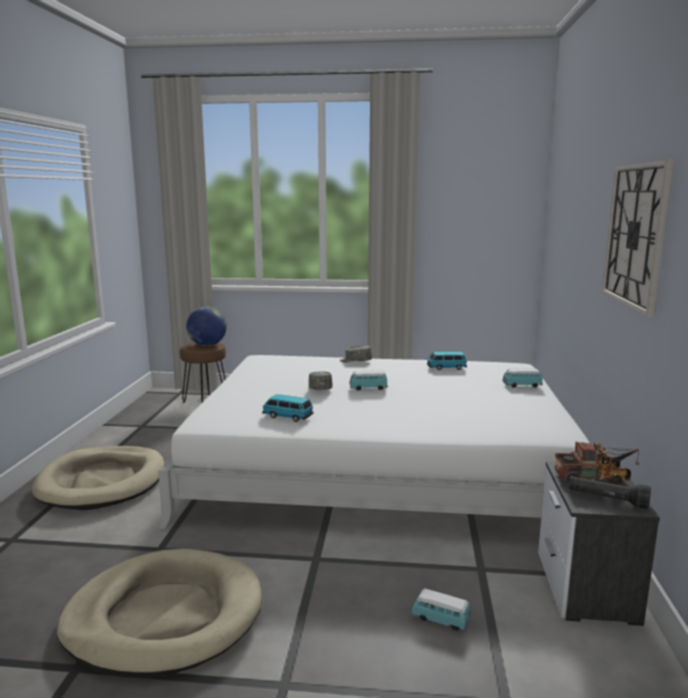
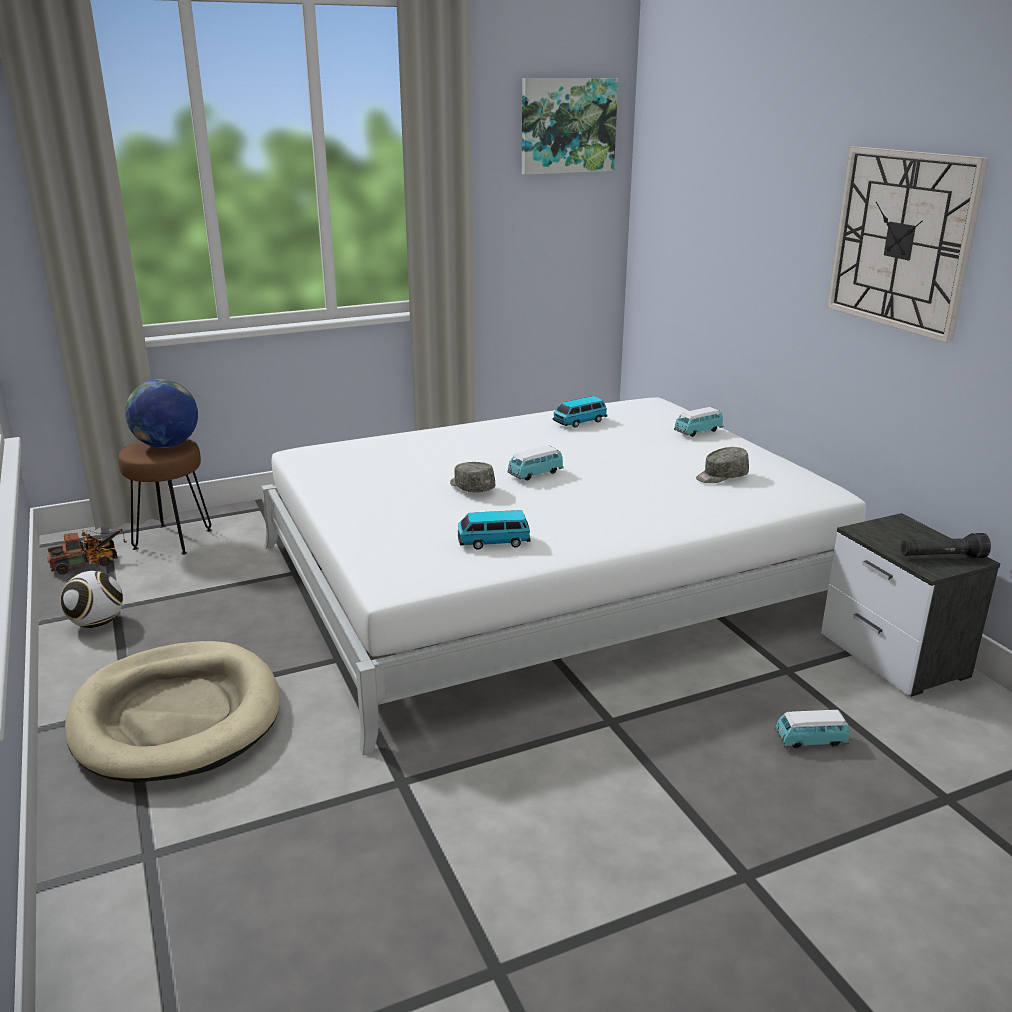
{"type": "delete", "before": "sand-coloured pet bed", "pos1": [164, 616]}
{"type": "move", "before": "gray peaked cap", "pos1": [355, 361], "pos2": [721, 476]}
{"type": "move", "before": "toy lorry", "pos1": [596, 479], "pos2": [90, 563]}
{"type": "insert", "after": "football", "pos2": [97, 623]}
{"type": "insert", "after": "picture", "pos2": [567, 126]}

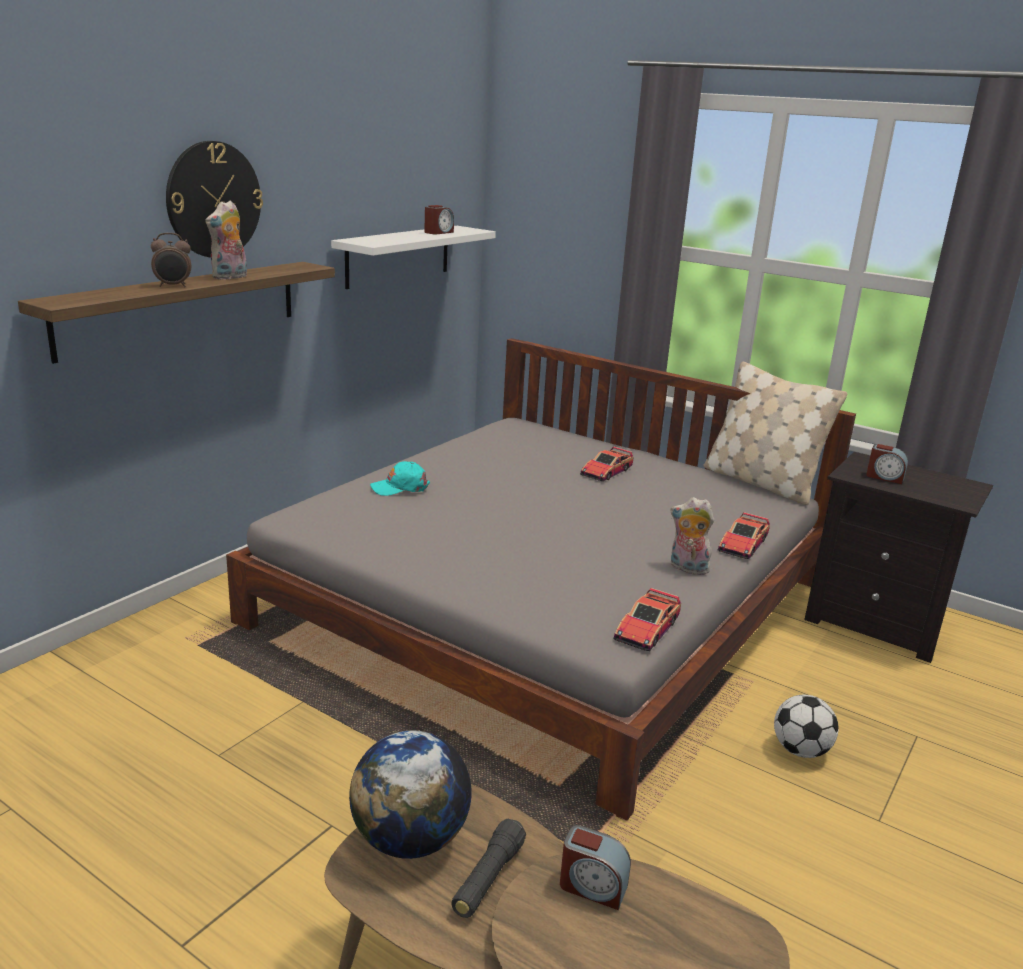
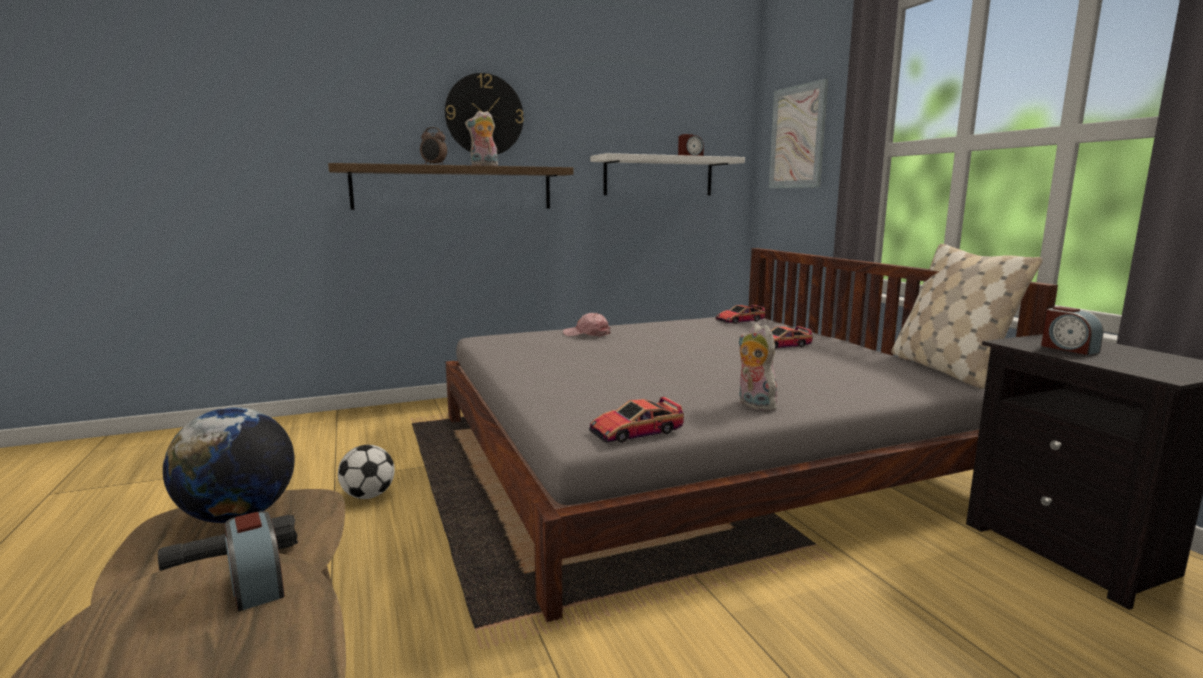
{"type": "recolor", "before": "turquoise peaked cap", "after": "pink-coloured peaked cap", "pos1": [400, 487], "pos2": [587, 334]}
{"type": "move", "before": "toy car", "pos1": [742, 544], "pos2": [739, 321]}
{"type": "move", "before": "football", "pos1": [800, 750], "pos2": [368, 496]}
{"type": "insert", "after": "picture", "pos2": [797, 137]}

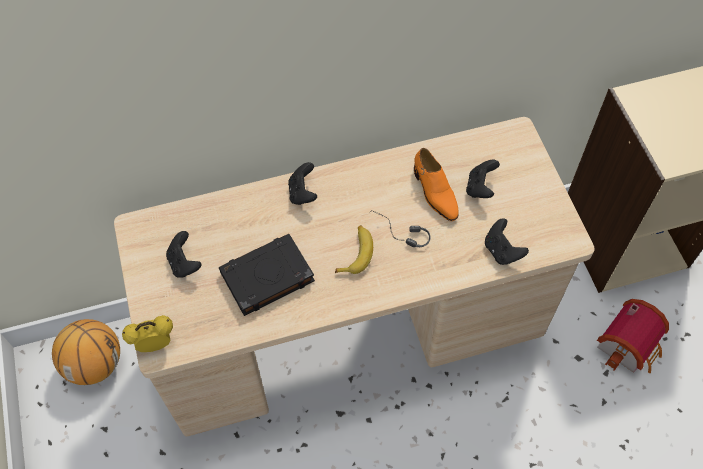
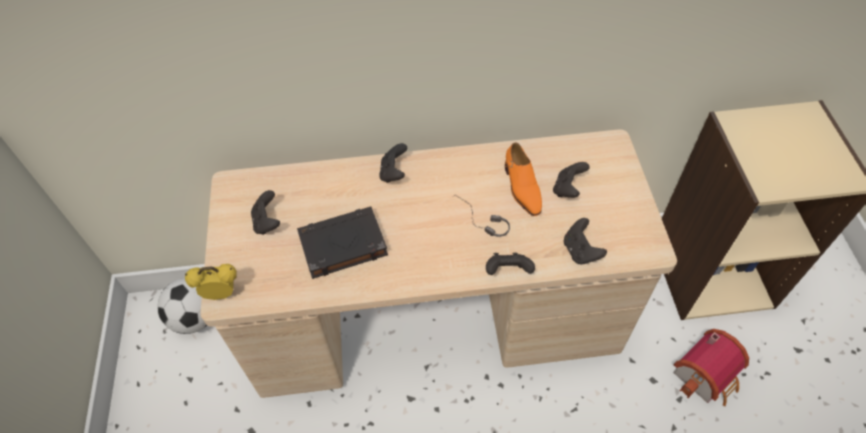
{"type": "replace", "before": "ball for basketball", "after": "football", "pos1": [95, 363], "pos2": [195, 318]}
{"type": "delete", "before": "banana", "pos1": [356, 253]}
{"type": "insert", "after": "black game controller", "pos2": [507, 271]}

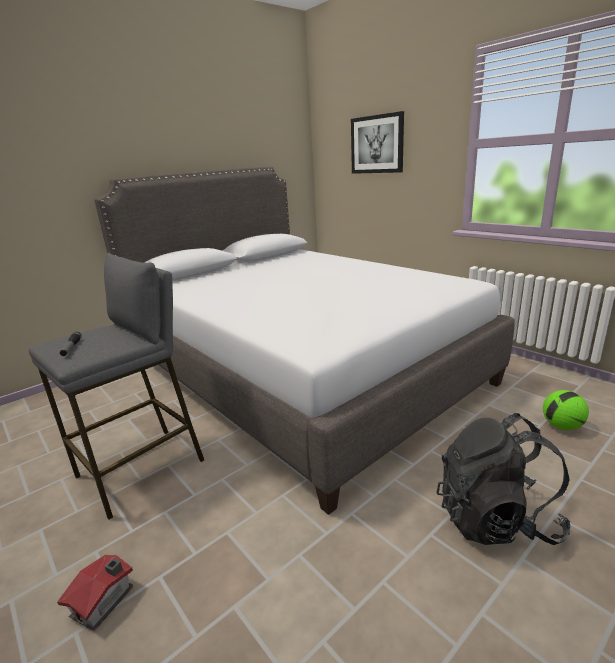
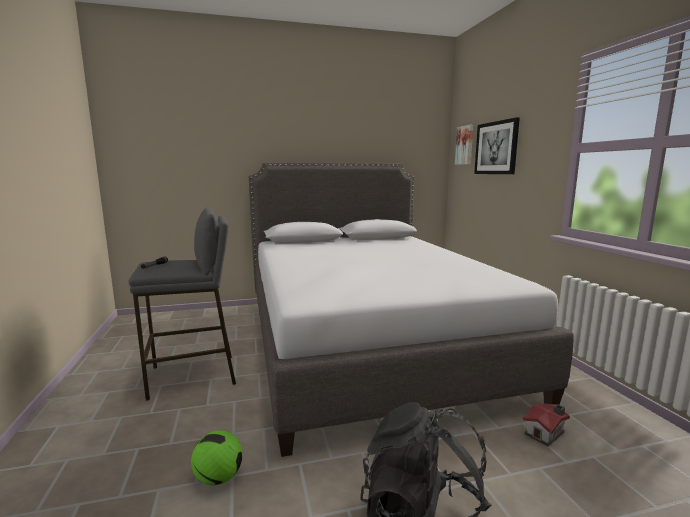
{"type": "move", "before": "toy house", "pos1": [105, 601], "pos2": [546, 433]}
{"type": "move", "before": "football", "pos1": [561, 426], "pos2": [218, 478]}
{"type": "insert", "after": "picture", "pos2": [465, 145]}

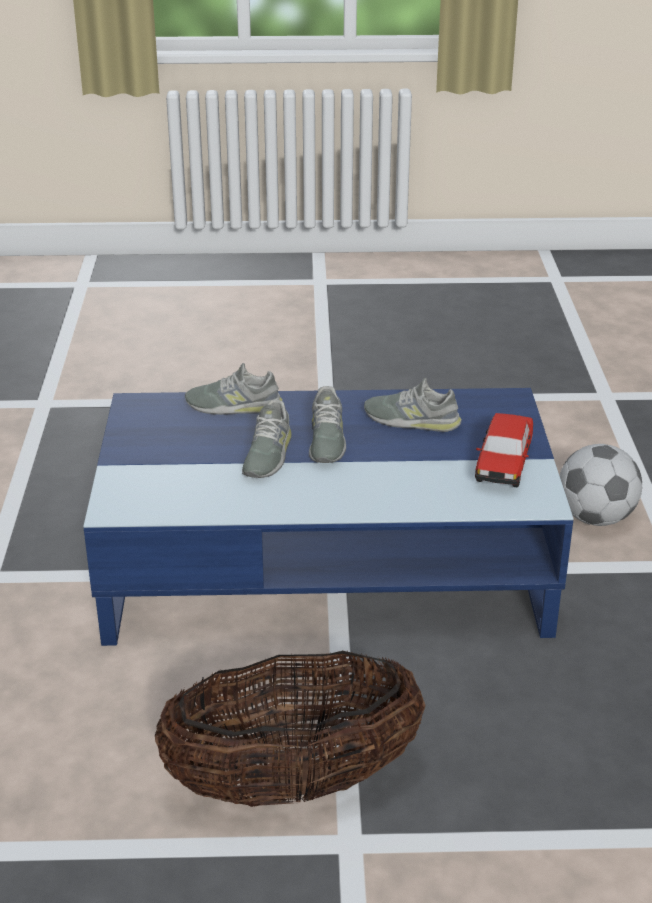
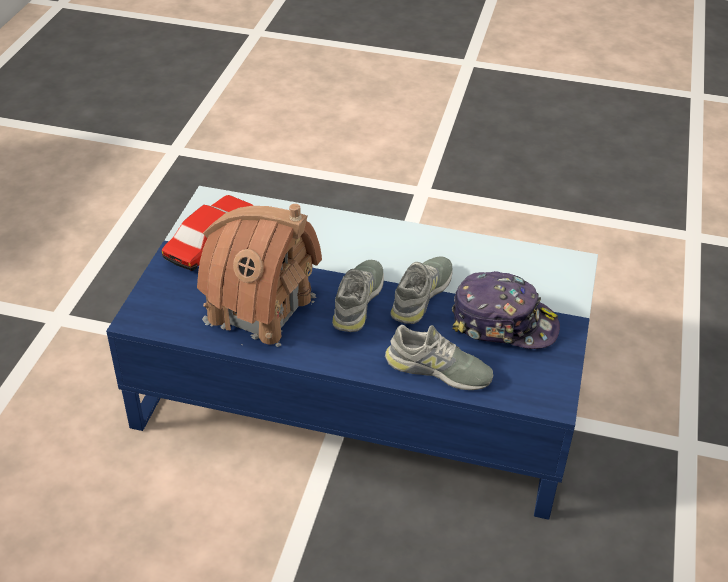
{"type": "delete", "before": "household basket", "pos1": [293, 784]}
{"type": "replace", "before": "gray item of footwear", "after": "toy house", "pos1": [412, 420], "pos2": [261, 309]}
{"type": "delete", "before": "football", "pos1": [595, 518]}
{"type": "insert", "after": "peaked cap", "pos2": [504, 323]}

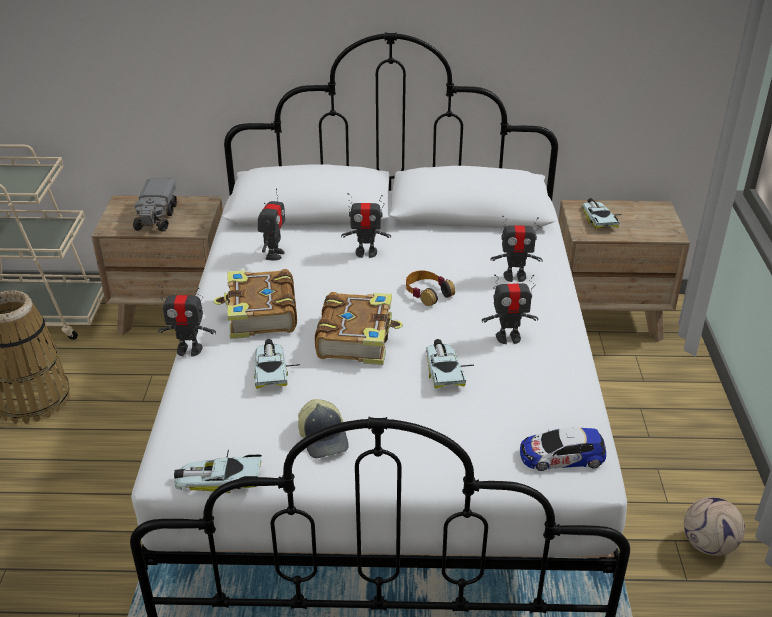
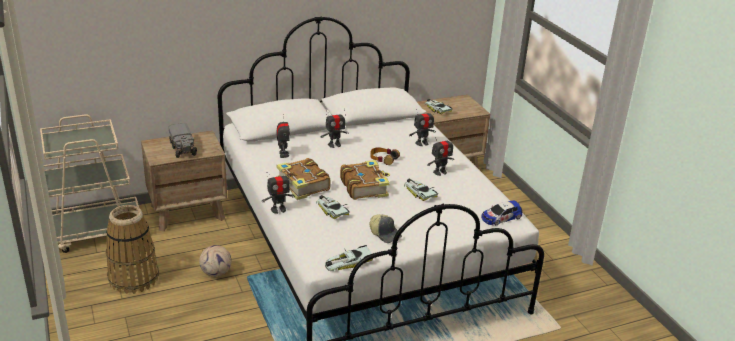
{"type": "move", "before": "football", "pos1": [709, 545], "pos2": [216, 273]}

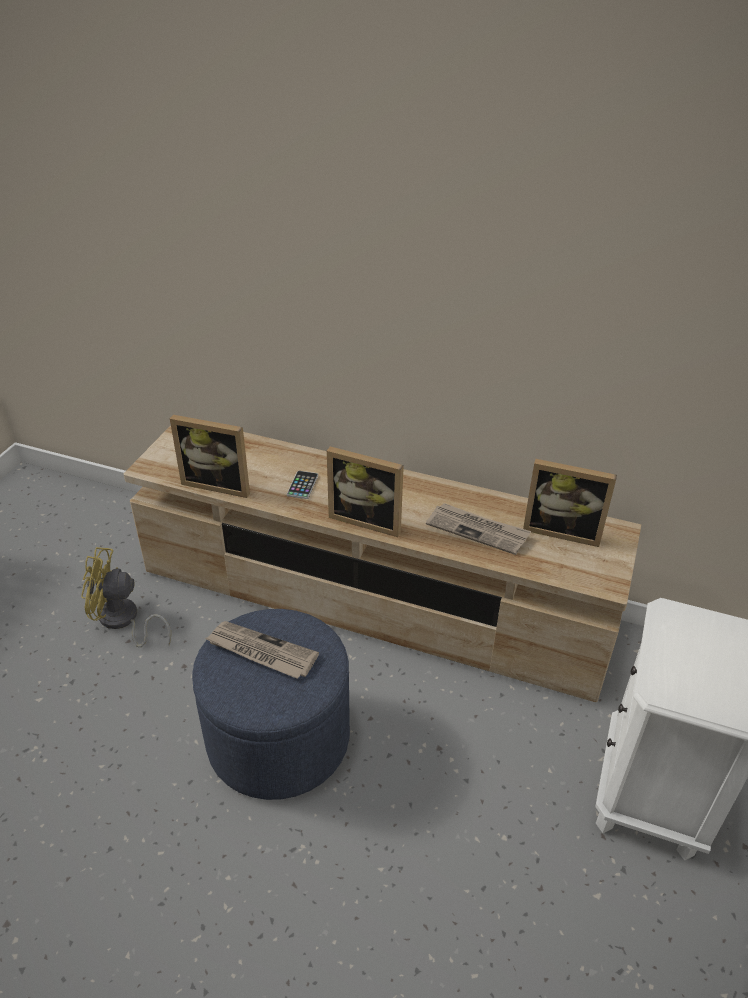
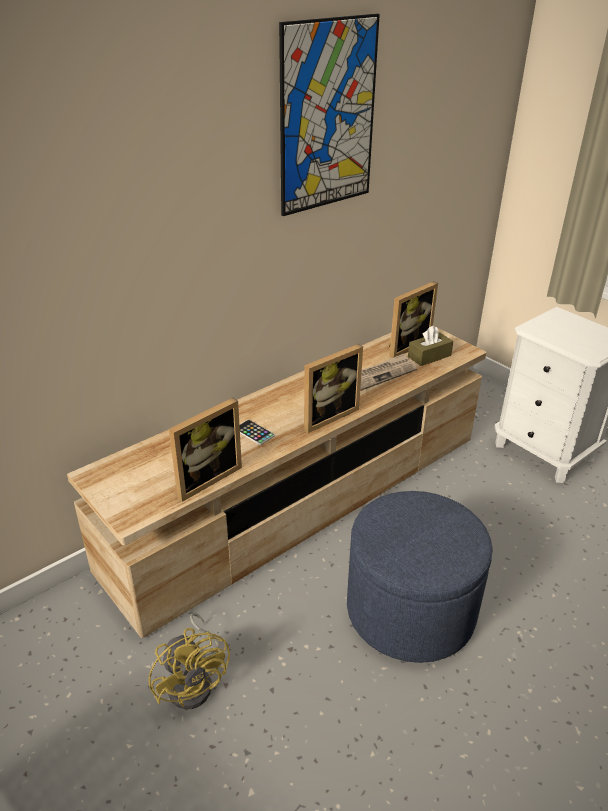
{"type": "rotate", "before": "yellowish electric fan", "pos1": [123, 621], "pos2": [195, 681], "turn": -60}
{"type": "delete", "before": "newspaper", "pos1": [261, 652]}
{"type": "insert", "after": "picture", "pos2": [327, 117]}
{"type": "insert", "after": "brownish tissue box", "pos2": [429, 356]}

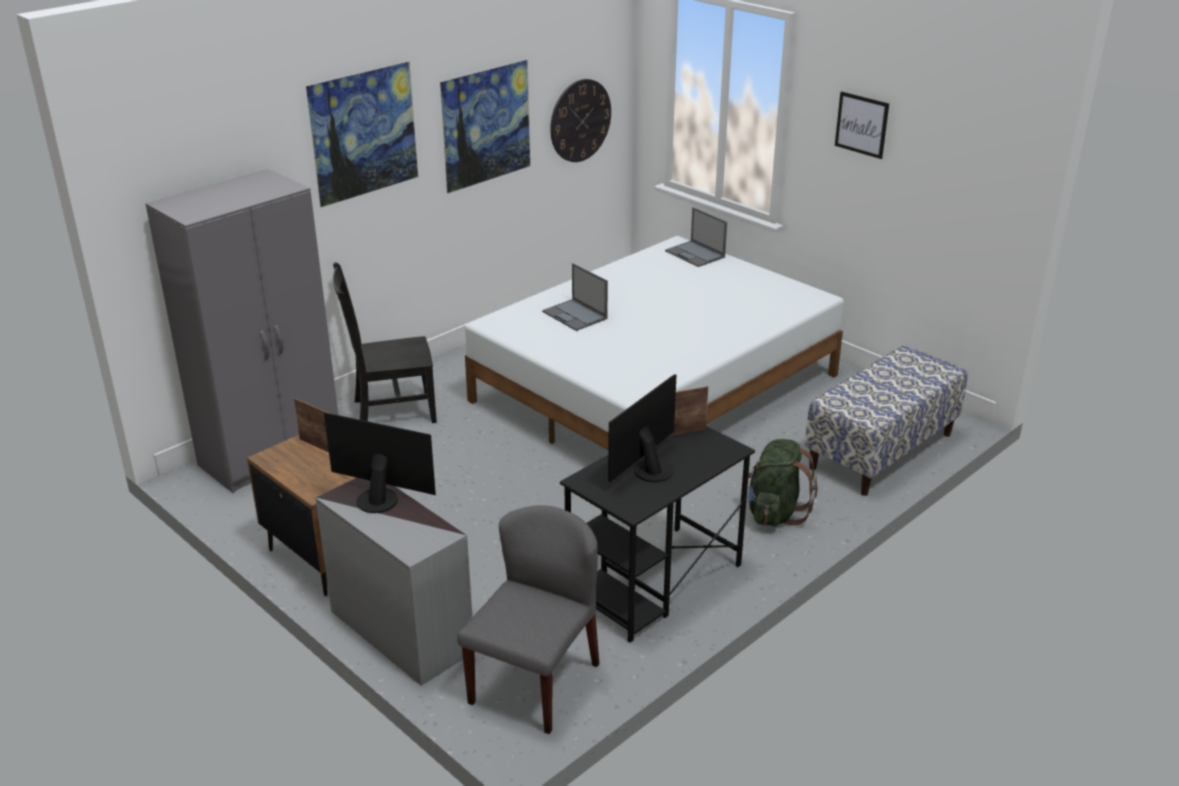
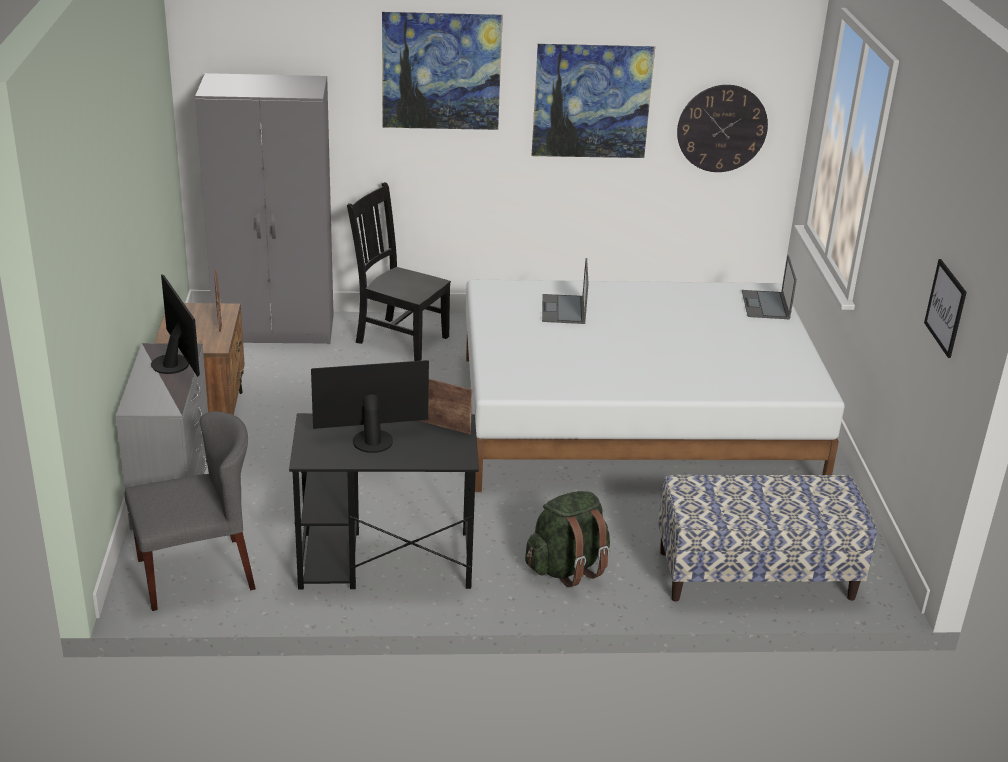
{"type": "move", "before": "picture", "pos1": [861, 124], "pos2": [945, 308]}

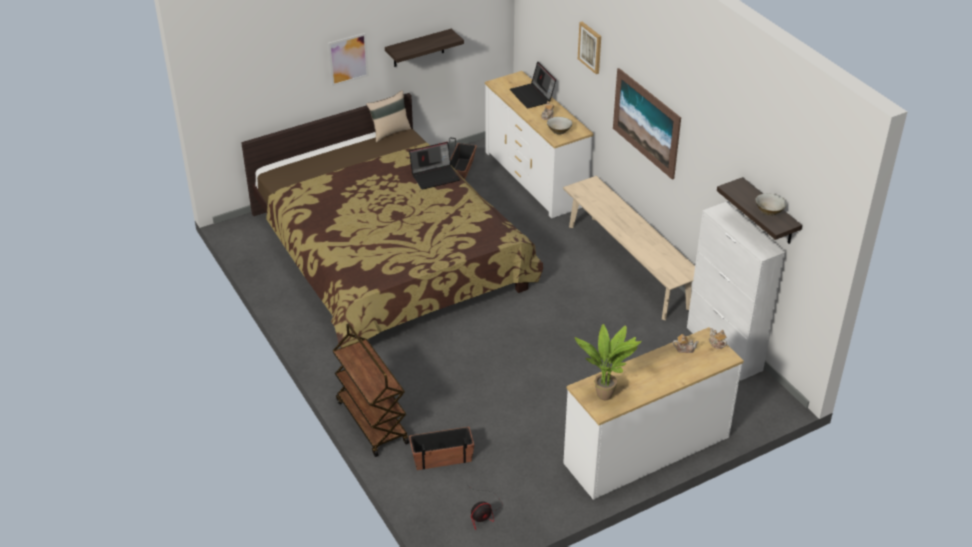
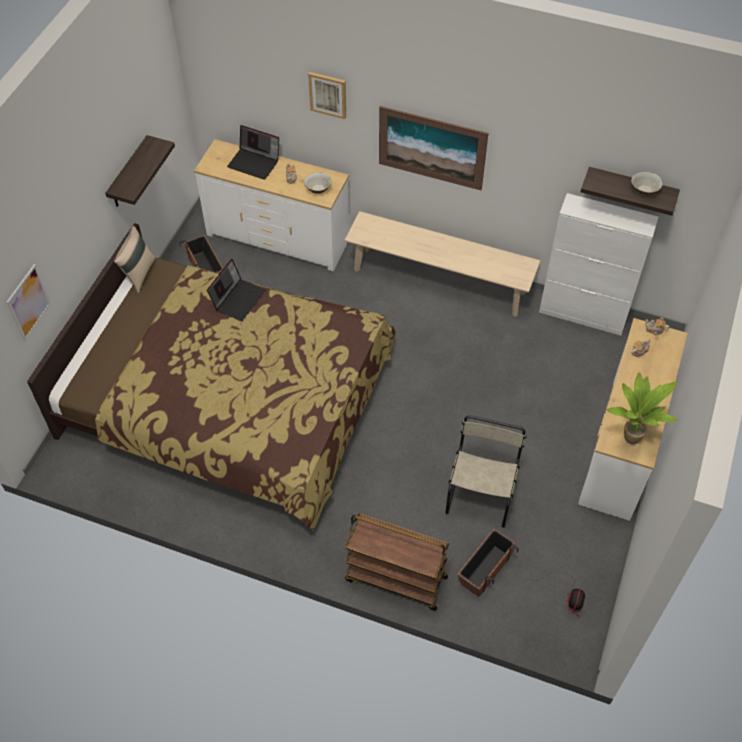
{"type": "move", "before": "picture", "pos1": [348, 59], "pos2": [28, 302]}
{"type": "insert", "after": "sand-coloured upright chair", "pos2": [481, 493]}

